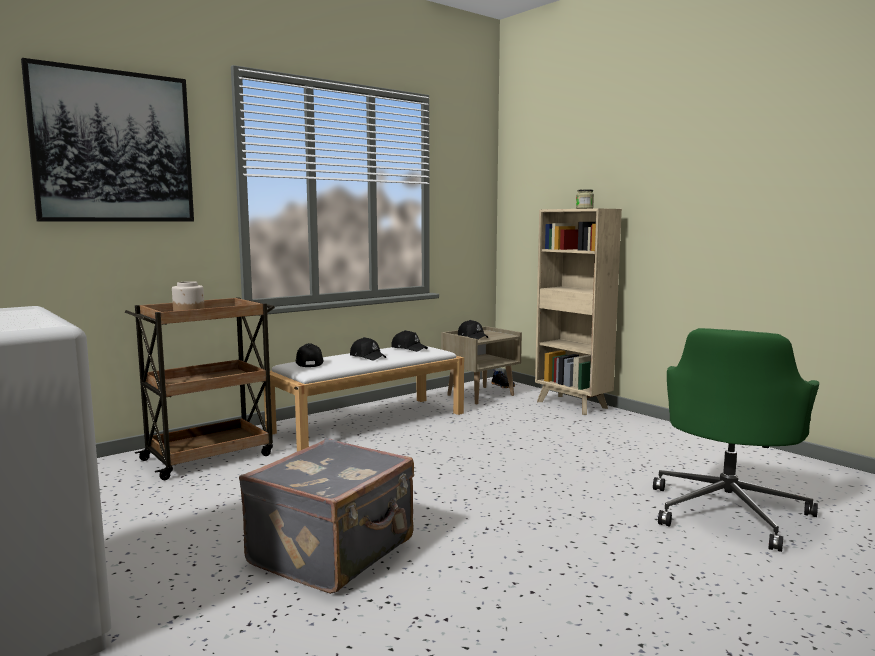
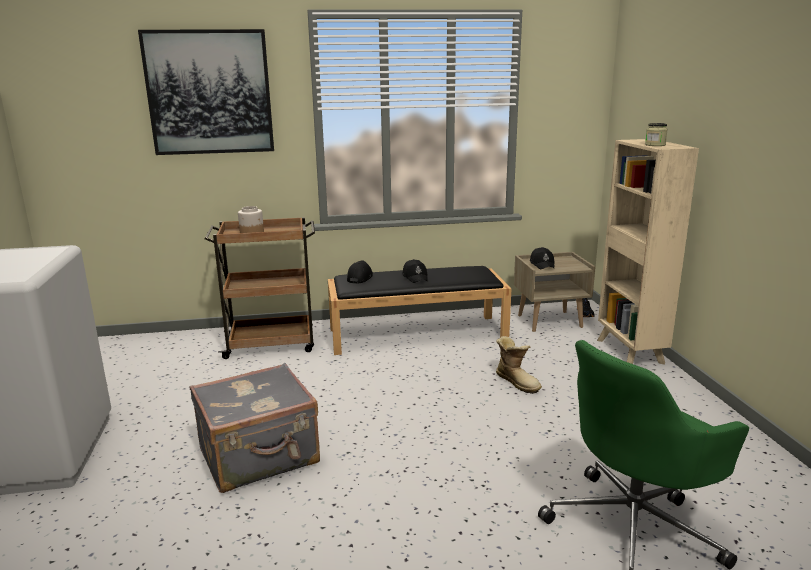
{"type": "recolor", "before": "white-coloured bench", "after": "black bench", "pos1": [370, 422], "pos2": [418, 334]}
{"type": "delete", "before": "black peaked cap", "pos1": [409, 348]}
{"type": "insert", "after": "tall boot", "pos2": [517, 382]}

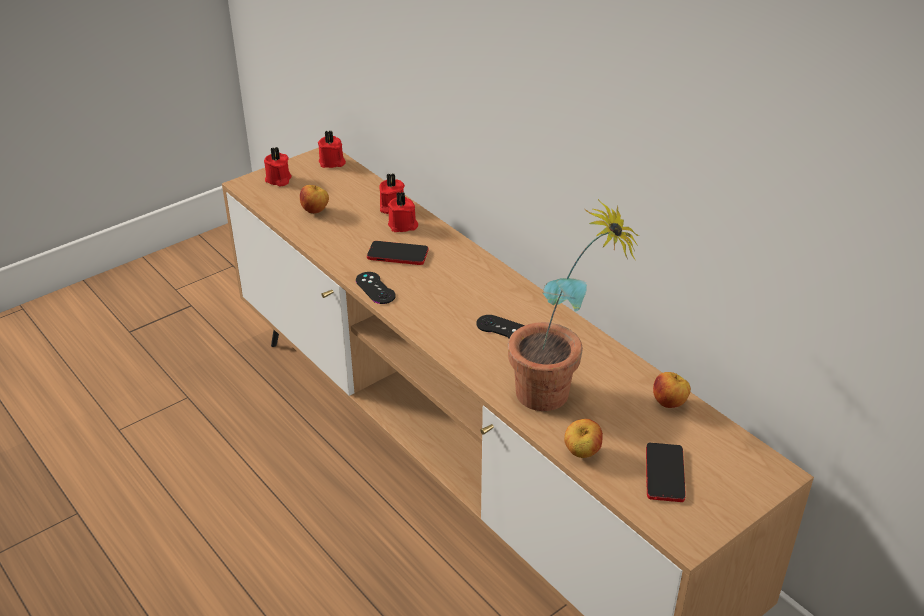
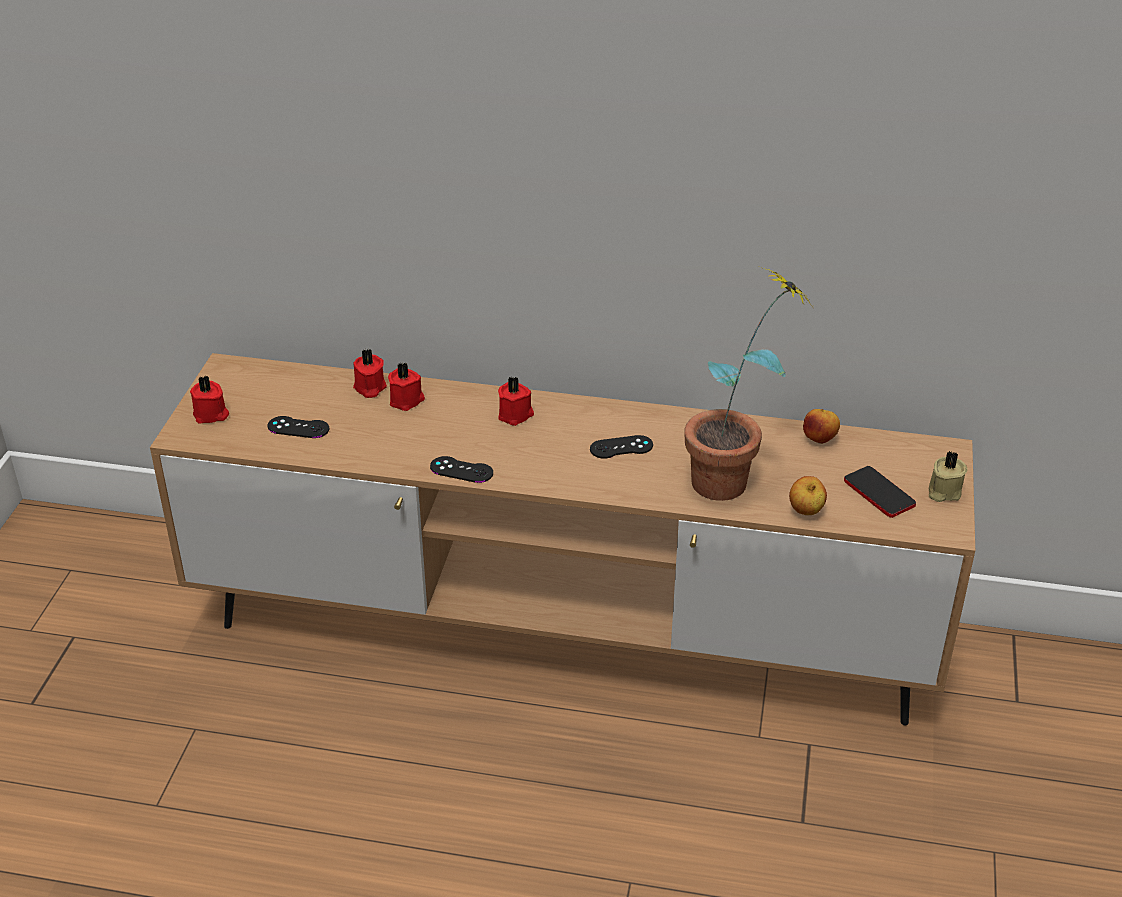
{"type": "replace", "before": "apple", "after": "black game controller", "pos1": [315, 211], "pos2": [298, 427]}
{"type": "move", "before": "red-coloured wax light", "pos1": [332, 162], "pos2": [516, 415]}
{"type": "delete", "before": "phone", "pos1": [397, 254]}
{"type": "insert", "after": "sand-coloured wax light", "pos2": [943, 492]}

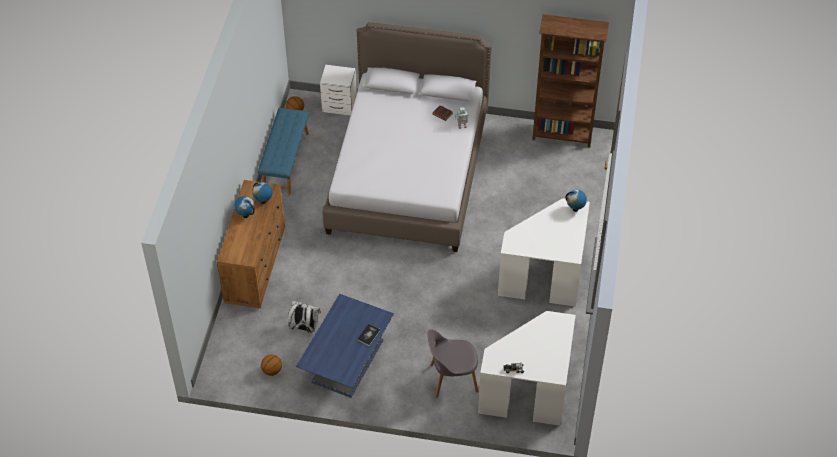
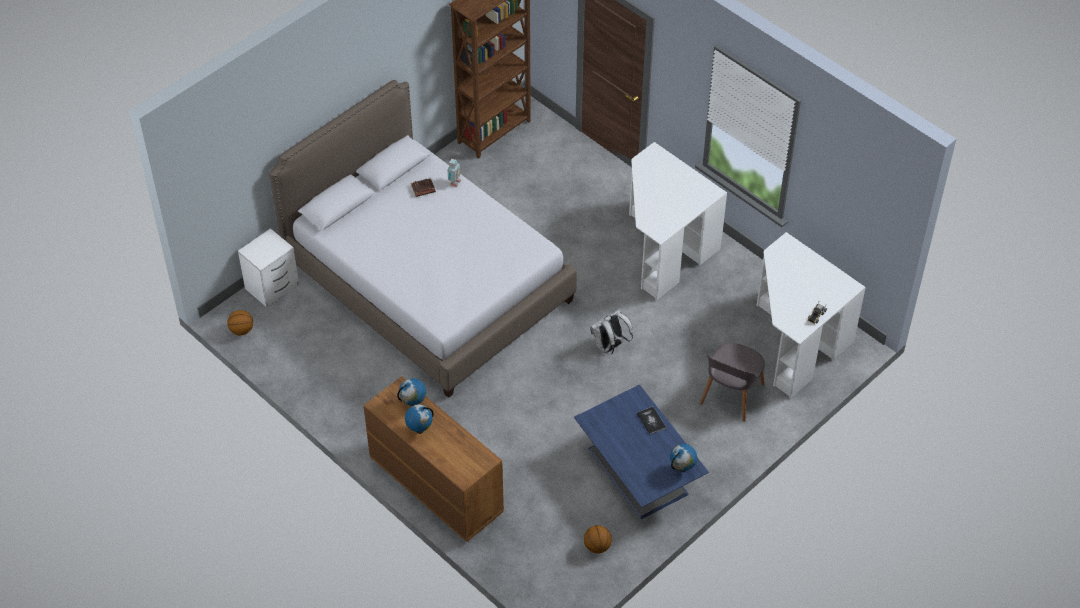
{"type": "delete", "before": "blue-coloured bench", "pos1": [285, 161]}
{"type": "move", "before": "white-coloured backpack", "pos1": [305, 328], "pos2": [610, 346]}
{"type": "move", "before": "globe", "pos1": [575, 209], "pos2": [682, 468]}

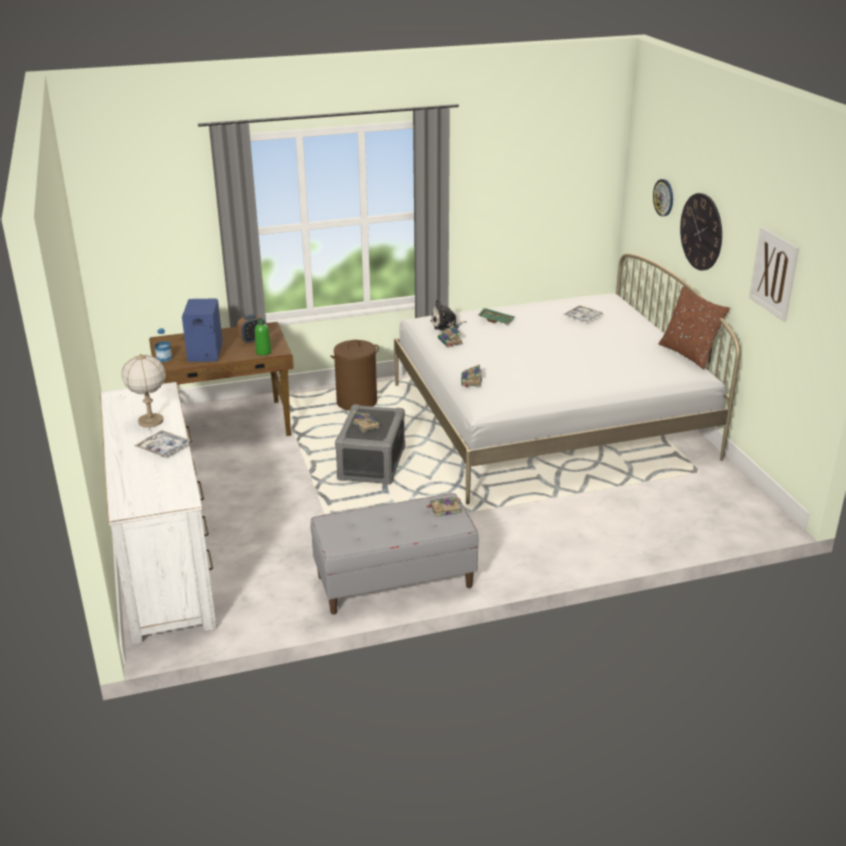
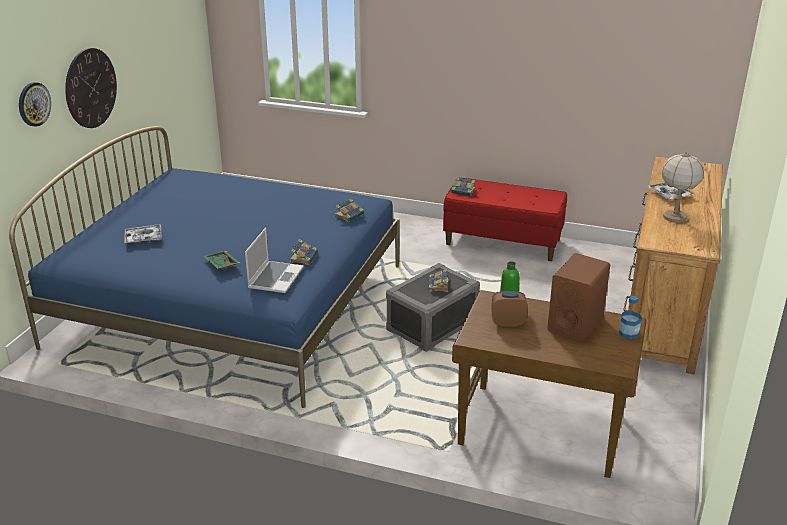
{"type": "recolor", "before": "white-coloured drawer chest", "after": "brownish drawer chest", "pos1": [164, 560], "pos2": [664, 309]}
{"type": "recolor", "before": "blue-coloured speaker", "after": "brownish speaker", "pos1": [205, 353], "pos2": [575, 324]}
{"type": "recolor", "before": "gray bench", "after": "red-coloured bench", "pos1": [394, 582], "pos2": [503, 242]}
{"type": "delete", "before": "brownish washing basket", "pos1": [357, 402]}
{"type": "recolor", "before": "white-coloured bedroom bed", "after": "blue-coloured bedroom bed", "pos1": [549, 420], "pos2": [230, 305]}
{"type": "replace", "before": "soft toy", "after": "portable computer", "pos1": [446, 325], "pos2": [275, 278]}
{"type": "delete", "before": "brownish cushion", "pos1": [689, 354]}
{"type": "delete", "before": "picture", "pos1": [774, 273]}

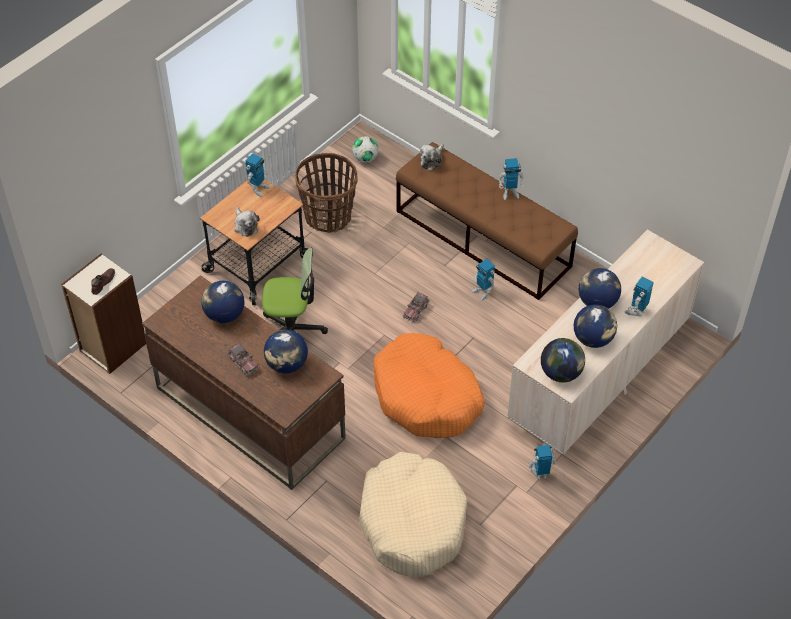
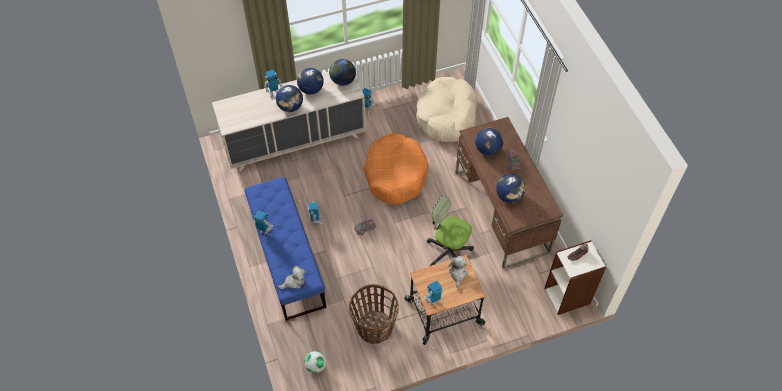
{"type": "recolor", "before": "brownish bench", "after": "blue-coloured bench", "pos1": [483, 239], "pos2": [287, 257]}

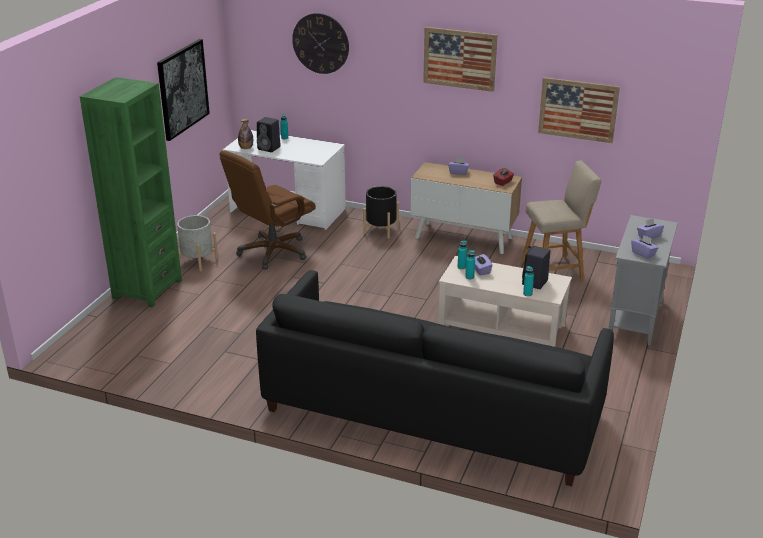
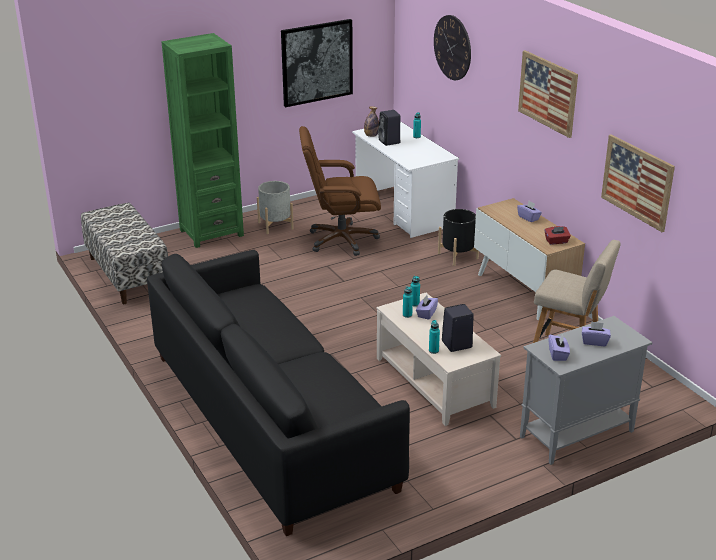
{"type": "insert", "after": "bench", "pos2": [127, 275]}

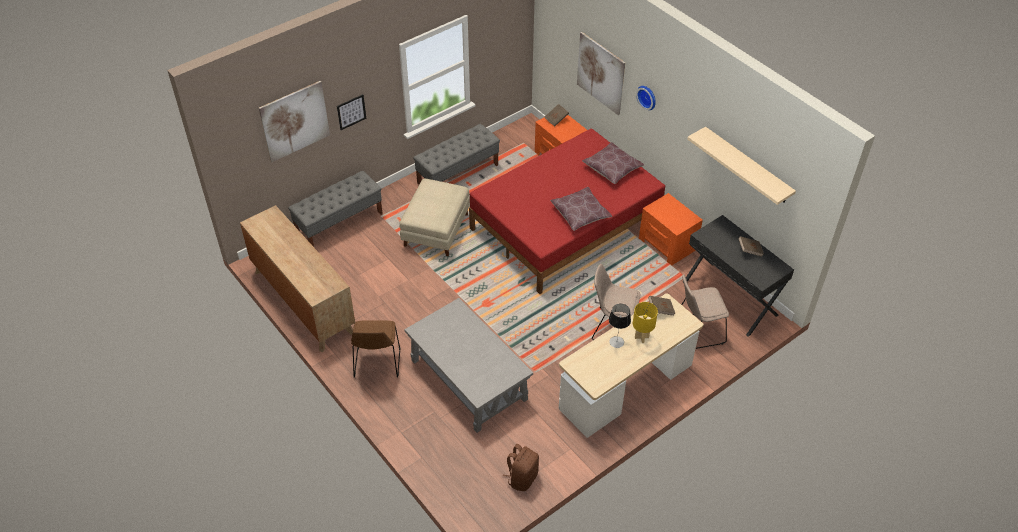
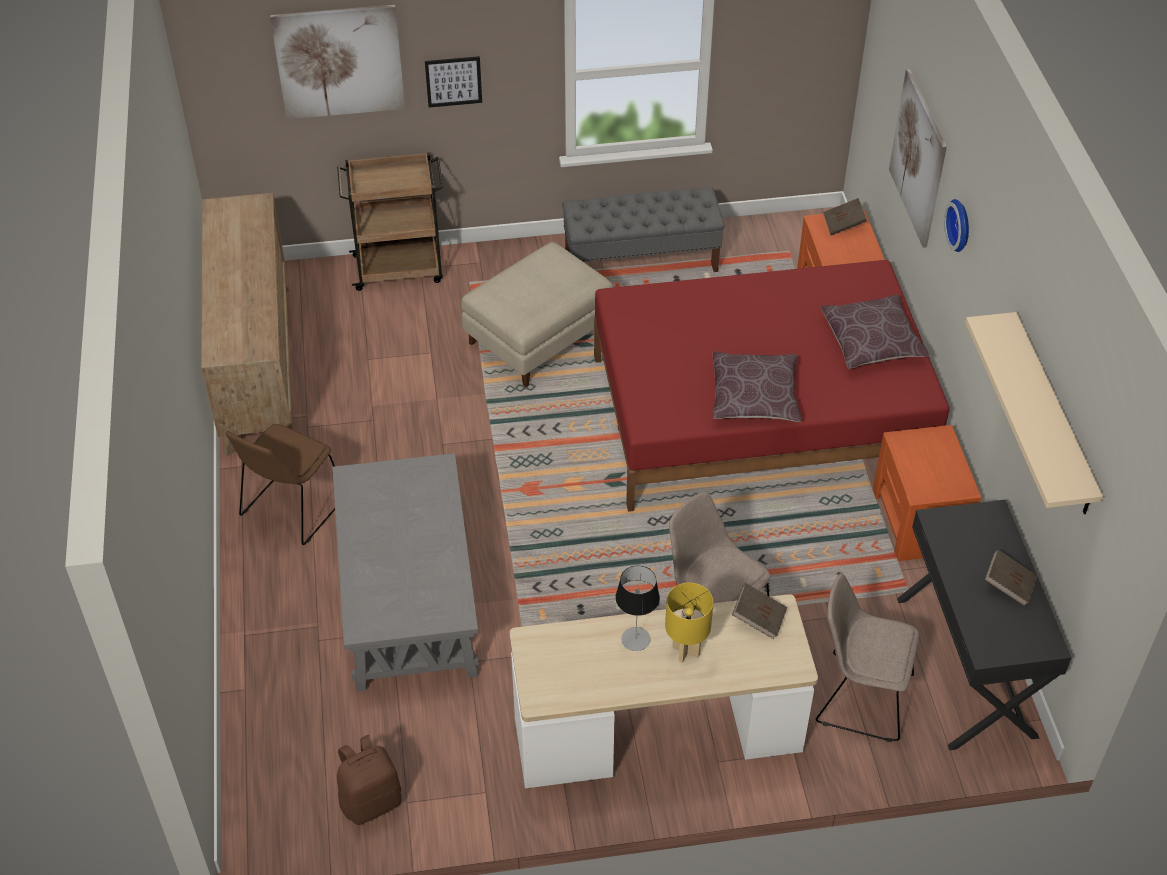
{"type": "replace", "before": "gray bench", "after": "brownish cart", "pos1": [339, 223], "pos2": [400, 268]}

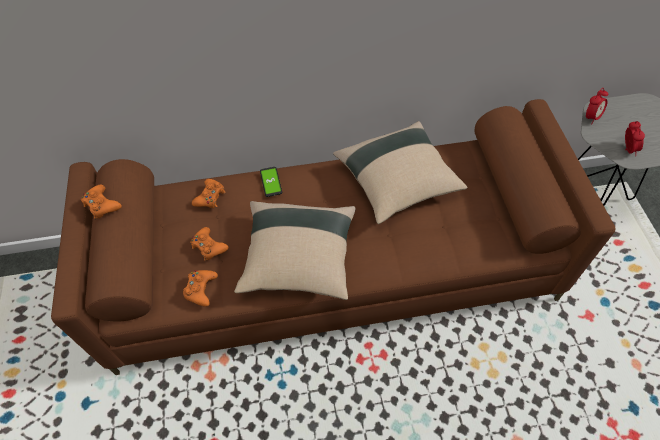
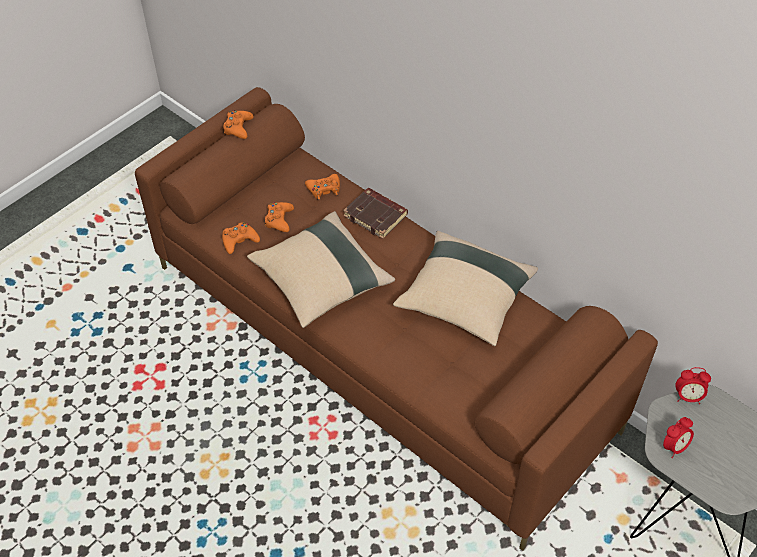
{"type": "replace", "before": "phone", "after": "brownish bound book", "pos1": [271, 182], "pos2": [376, 216]}

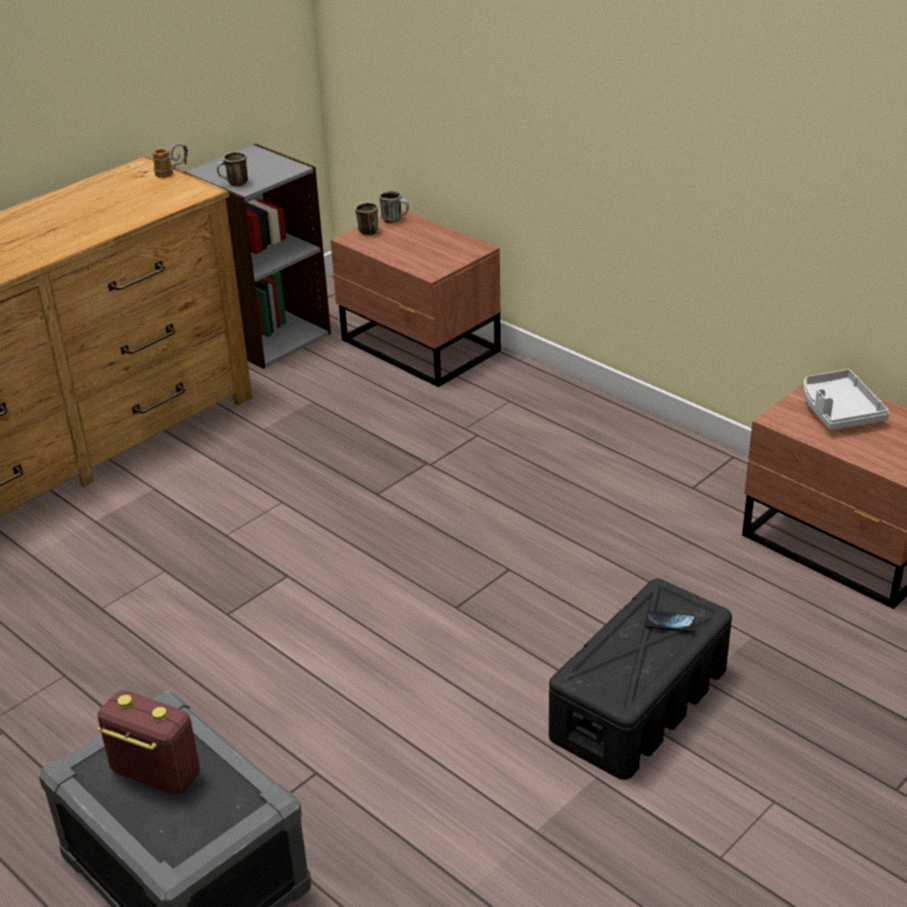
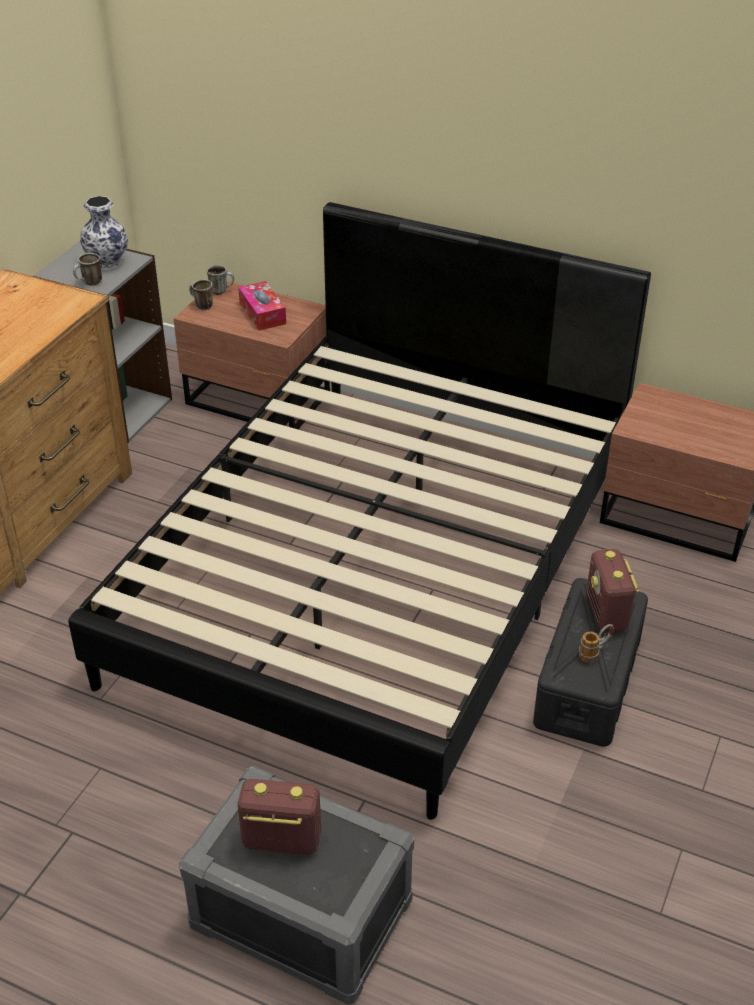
{"type": "move", "before": "tea mug", "pos1": [172, 173], "pos2": [595, 652]}
{"type": "replace", "before": "phone", "after": "radio set", "pos1": [670, 622], "pos2": [607, 613]}
{"type": "delete", "before": "gray tray", "pos1": [838, 411]}
{"type": "insert", "after": "black bedroom bed", "pos2": [378, 570]}
{"type": "insert", "after": "flower vase", "pos2": [107, 262]}
{"type": "insert", "after": "tissue box", "pos2": [262, 313]}

